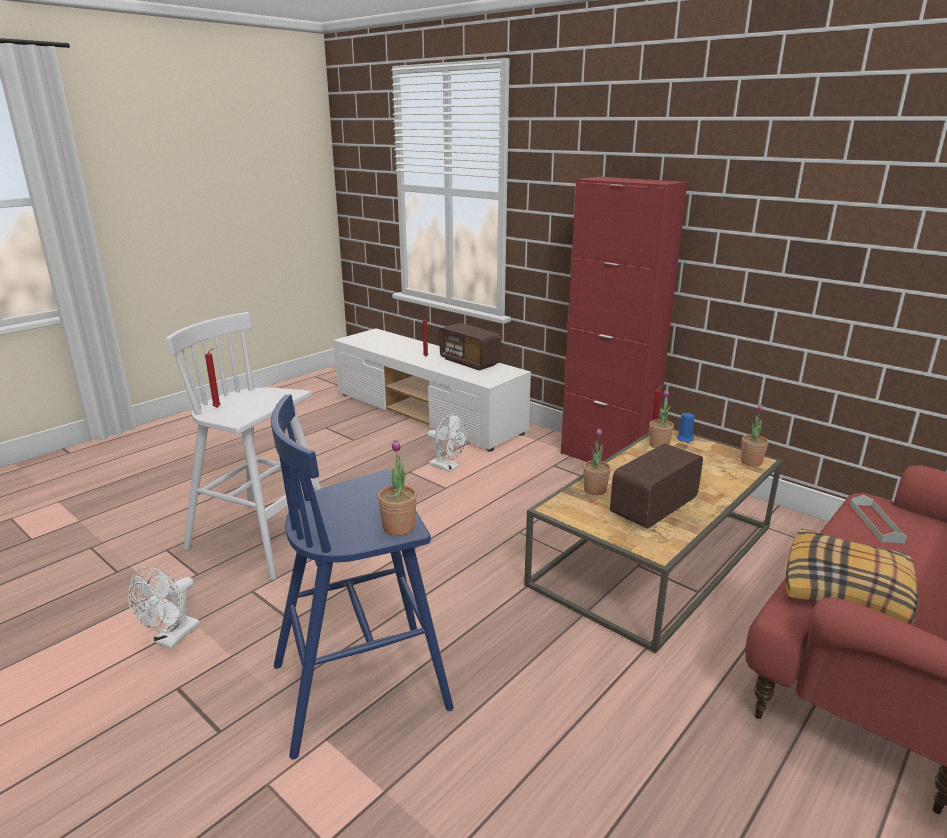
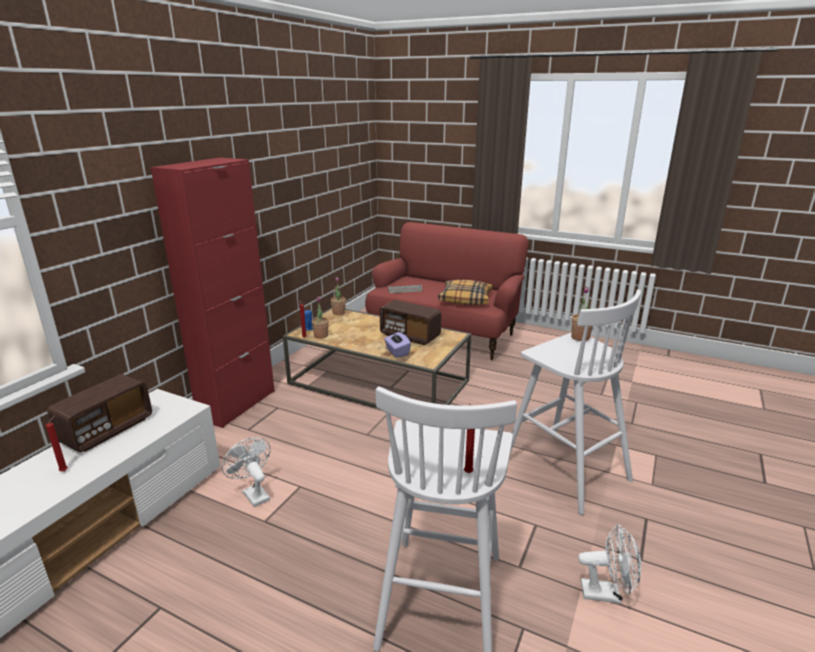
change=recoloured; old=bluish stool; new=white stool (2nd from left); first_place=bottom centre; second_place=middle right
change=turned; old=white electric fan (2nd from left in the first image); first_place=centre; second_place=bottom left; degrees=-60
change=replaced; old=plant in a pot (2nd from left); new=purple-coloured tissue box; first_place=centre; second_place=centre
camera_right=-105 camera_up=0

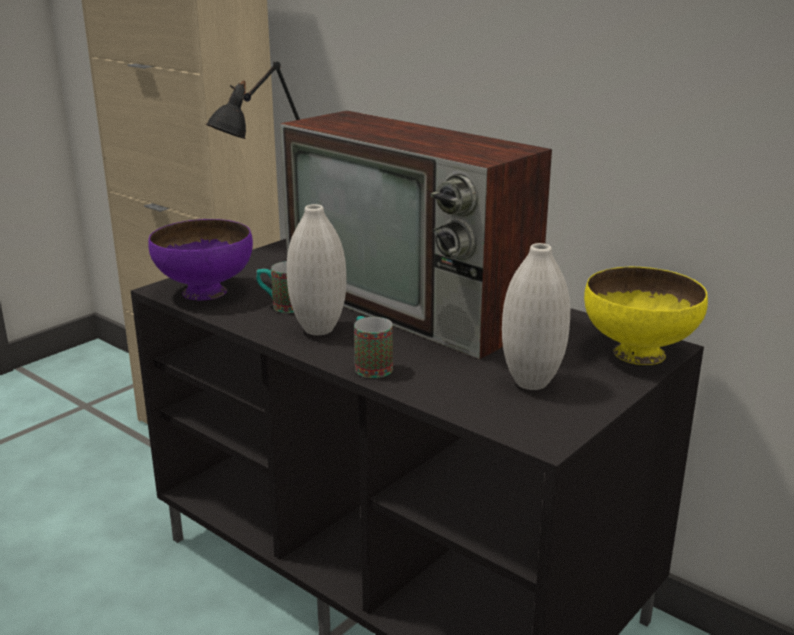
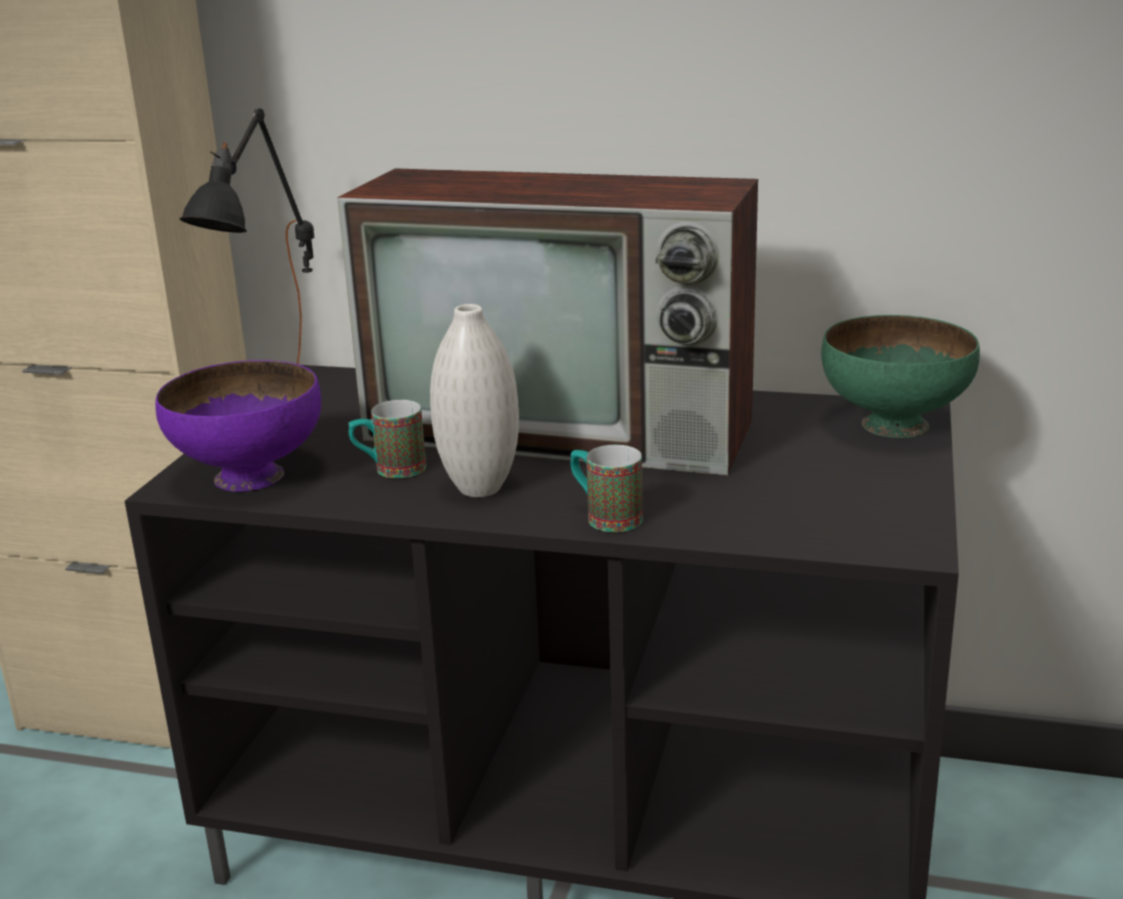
change=removed; old=white flower vase (2nd from left); first_place=middle right
change=recoloured; old=yellow bowl; new=green bowl; first_place=middle right; second_place=middle right
camera_right=-25 camera_up=0

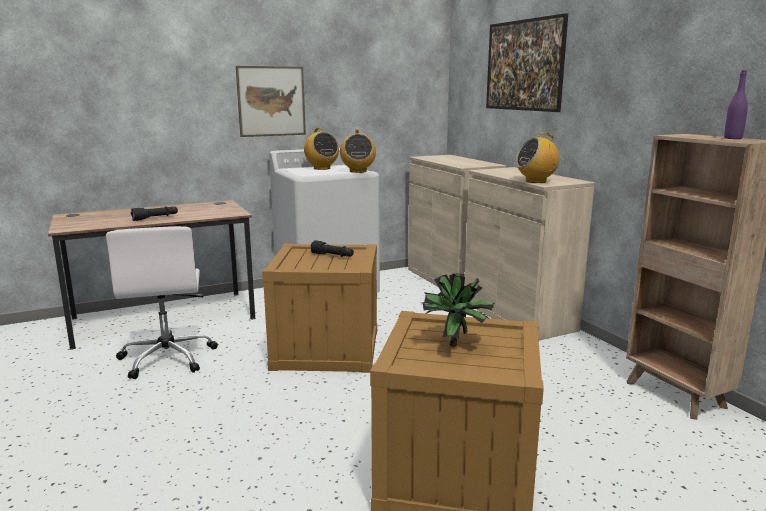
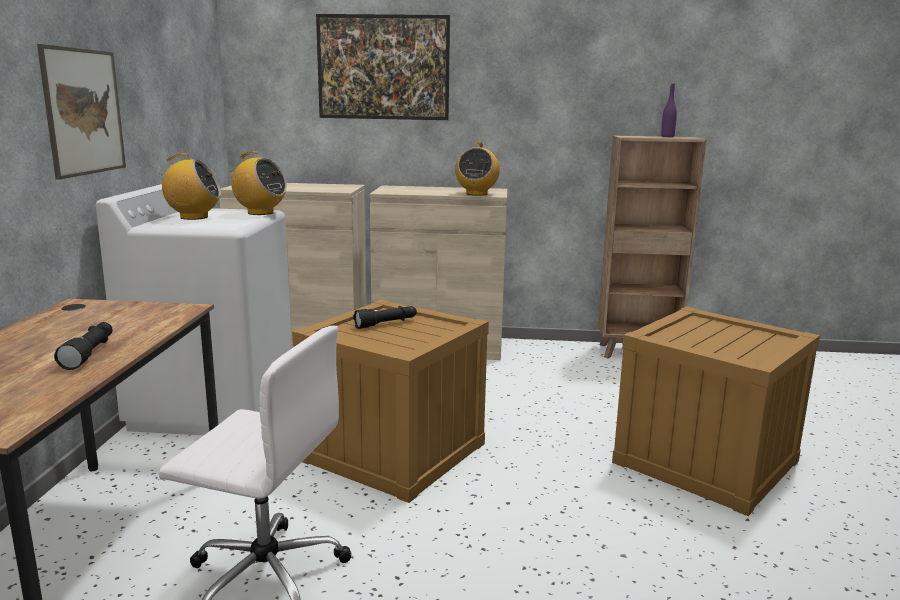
change=removed; old=plant in a pot; first_place=centre
camera_right=-60 camera_up=0

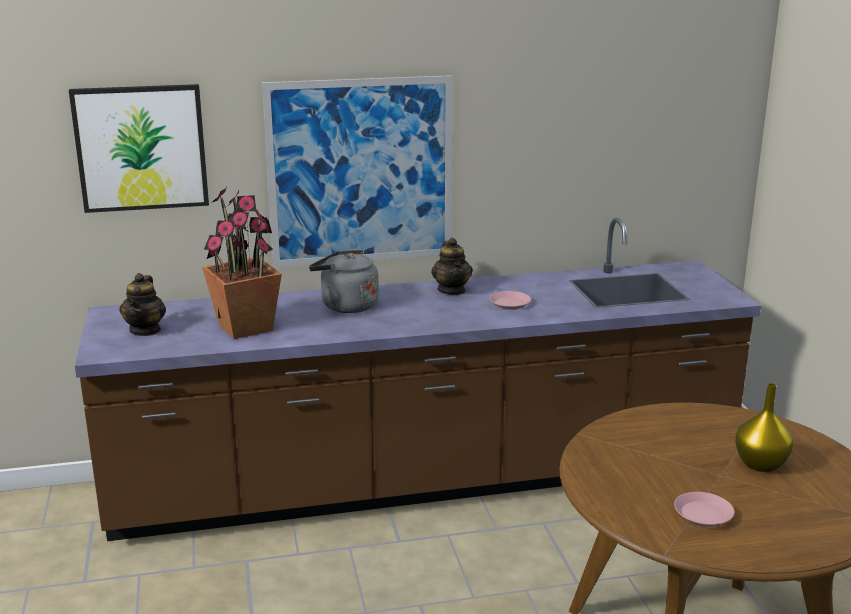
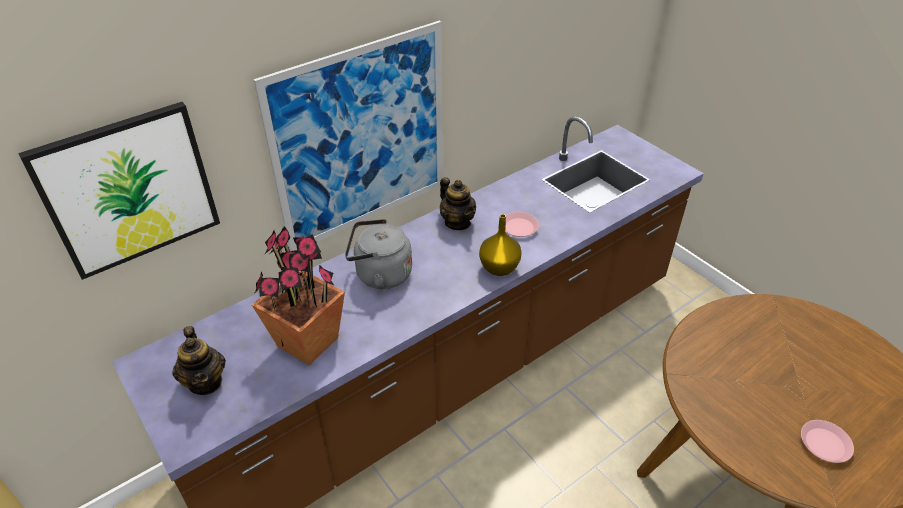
change=moved; old=yellow flower vase; first_place=bottom right; second_place=centre
camera_right=-25 camera_up=20

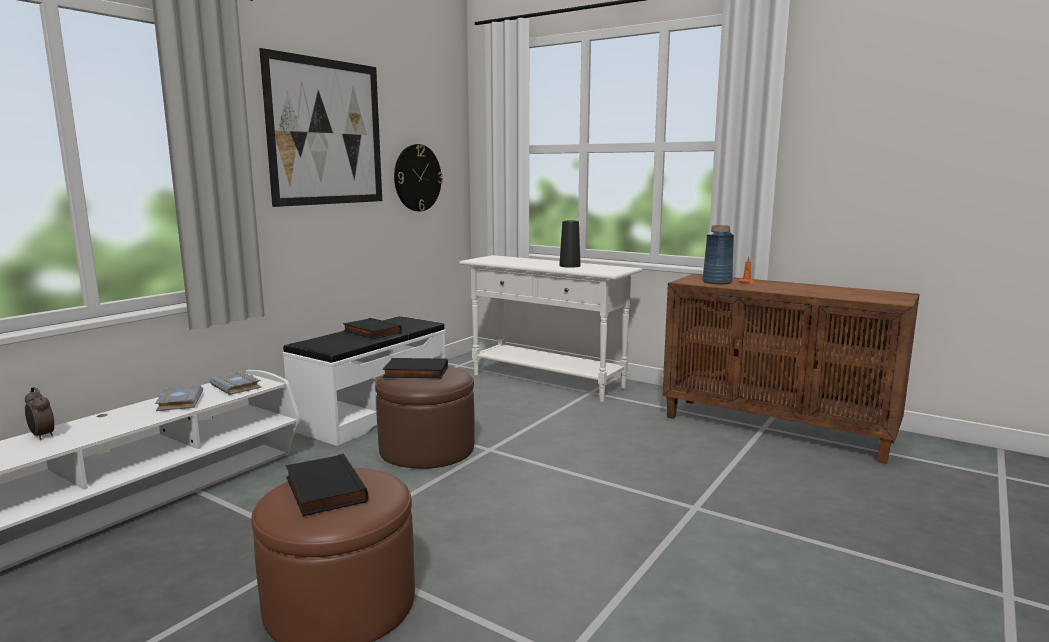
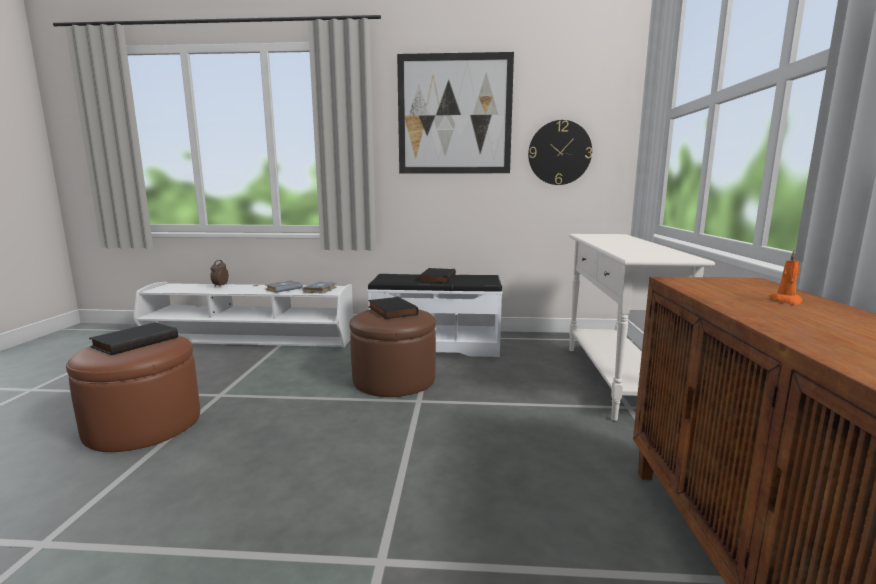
change=removed; old=black flower vase; first_place=centre
change=removed; old=bluish flower vase; first_place=middle right
camera_right=60 camera_up=0

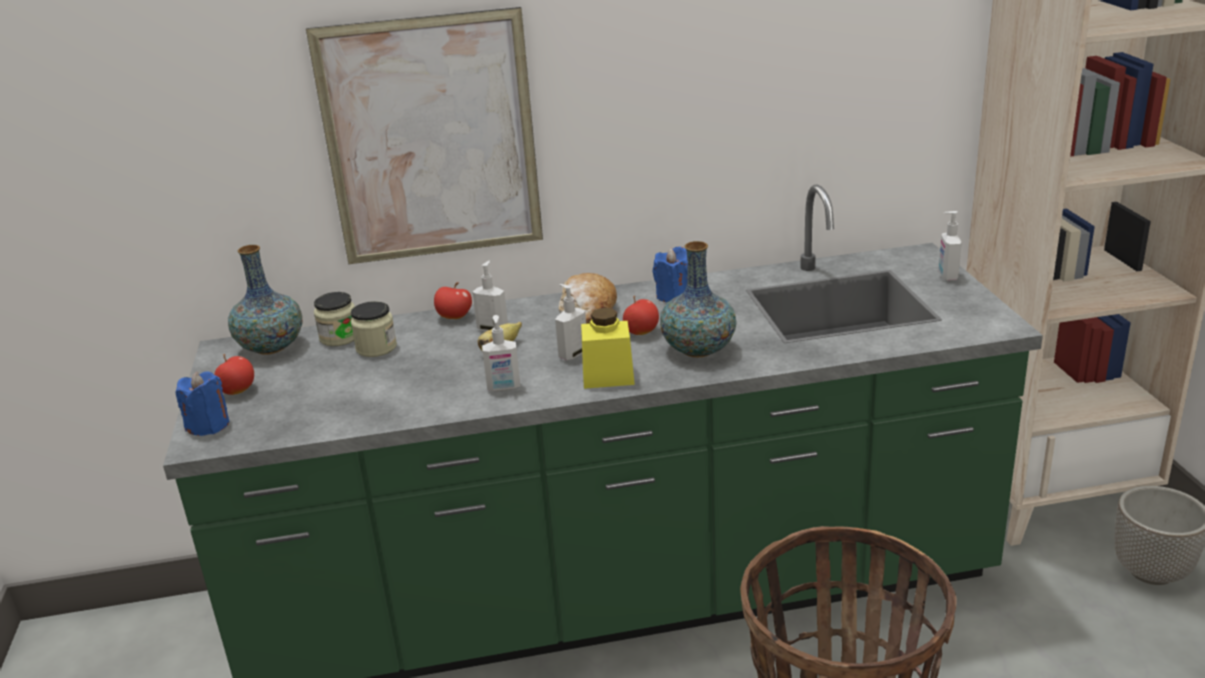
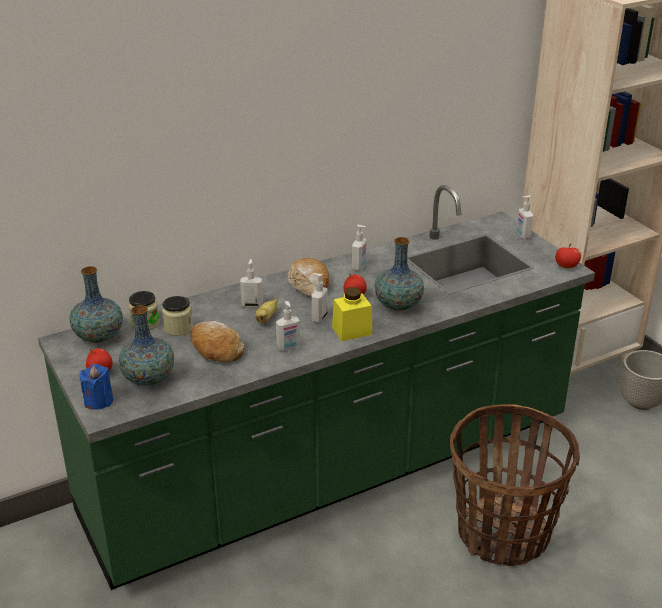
change=removed; old=wall picture; first_place=top centre
change=moved; old=apple (2nd from left in the first image); new=apple (3rd from left); first_place=centre; second_place=middle right
change=replaced; old=bluish candle (2nd from left); new=liquid soap bottle (4th from left); first_place=centre; second_place=centre
change=added; new=flower vase (2nd from left); second_place=middle left
change=added; new=bread (1st from left); second_place=middle left
camera_right=-20 camera_up=5

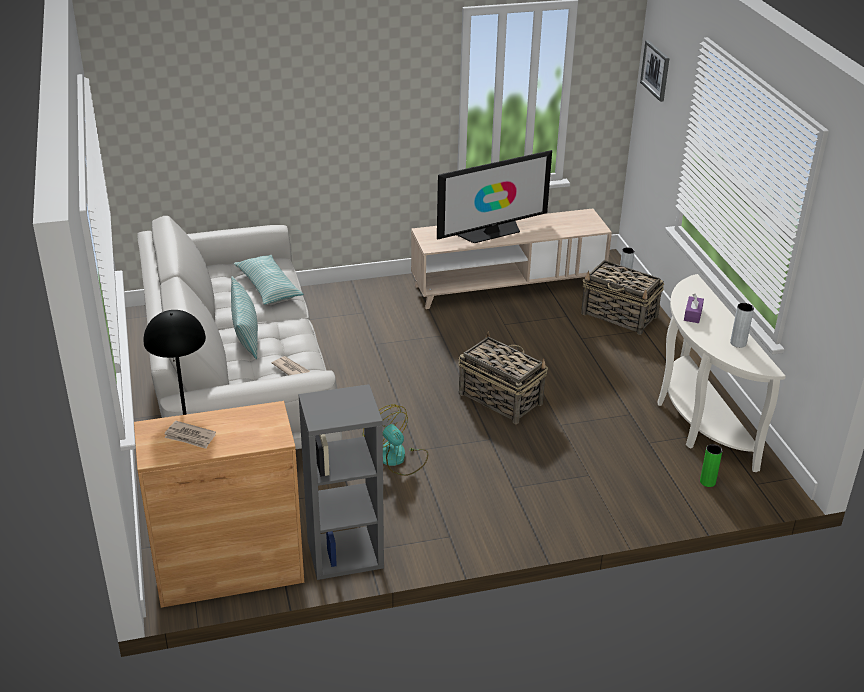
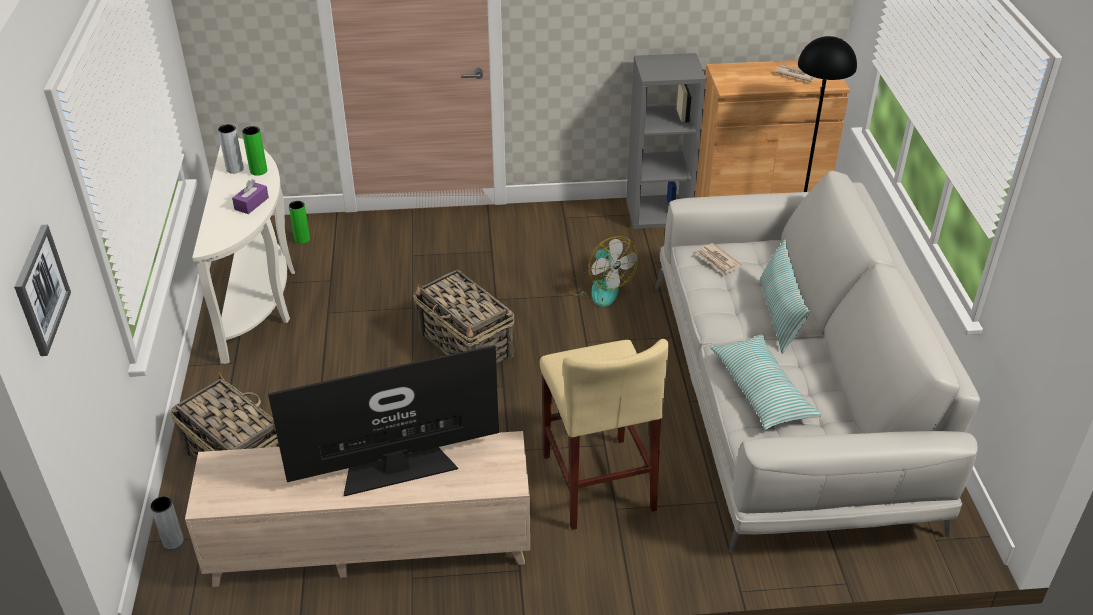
change=added; new=green flower vase (1st from left); second_place=top left
change=added; new=beige-coloured stool; second_place=bottom centre
camera_right=-170 camera_up=5

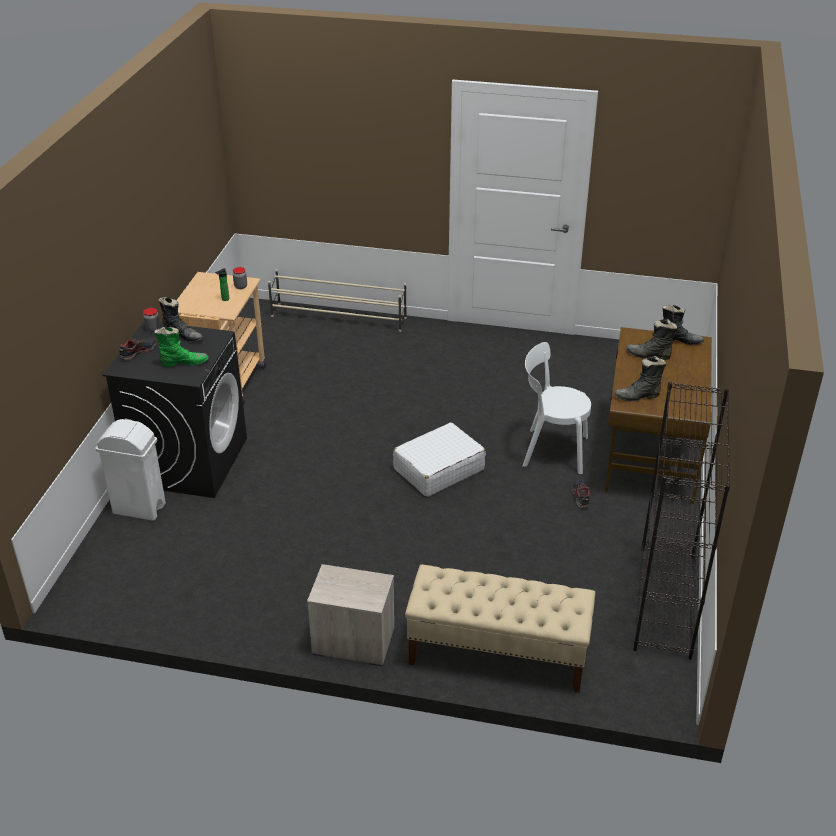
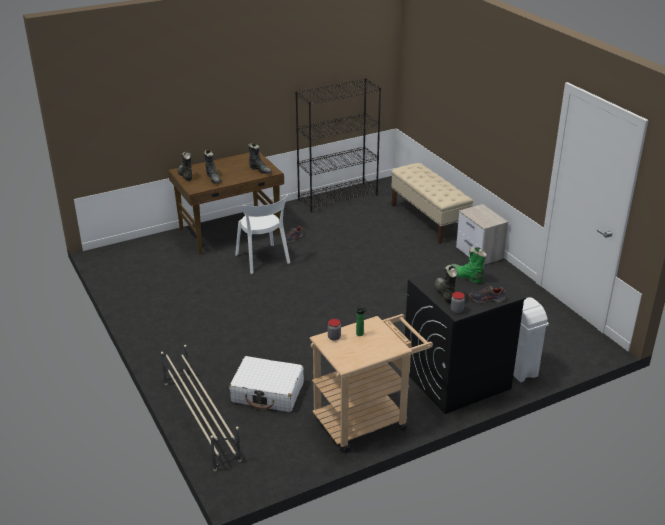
change=moved; old=white travel case; first_place=centre; second_place=bottom centre
camera_right=-130 camera_up=-5

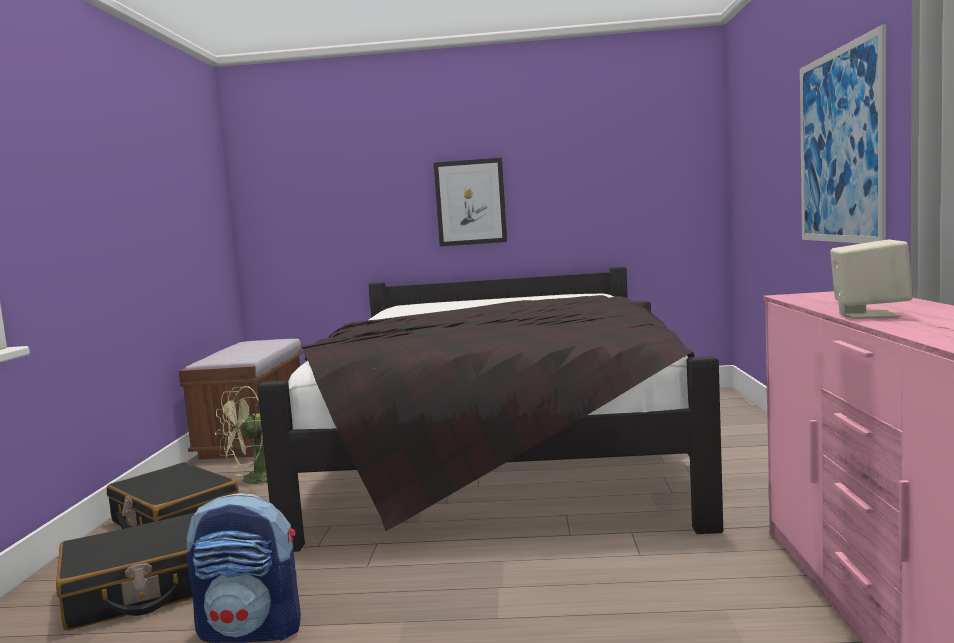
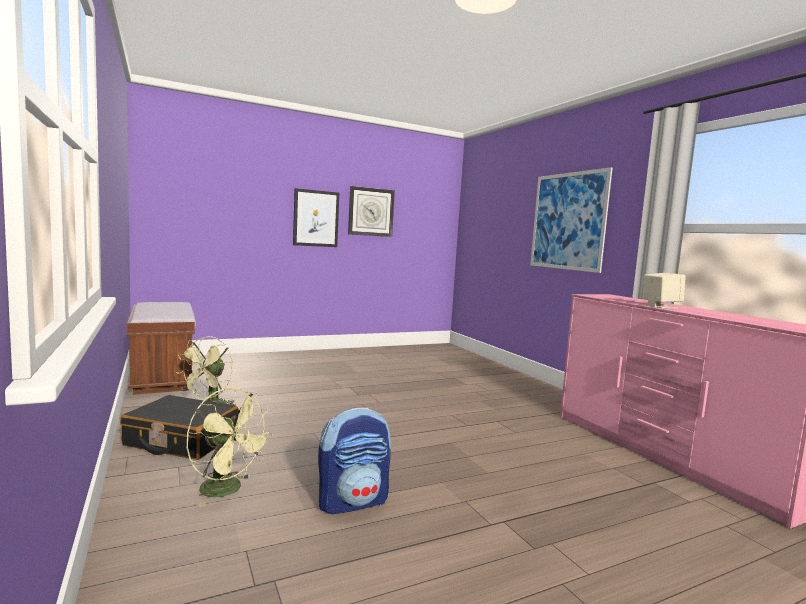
change=replaced; old=black travel case (1st from left); new=green electric fan (2nd from left); first_place=bottom left; second_place=bottom left
change=removed; old=black sleeping bed; first_place=centre
change=added; new=wall clock; second_place=centre
camera_right=-30 camera_up=0

